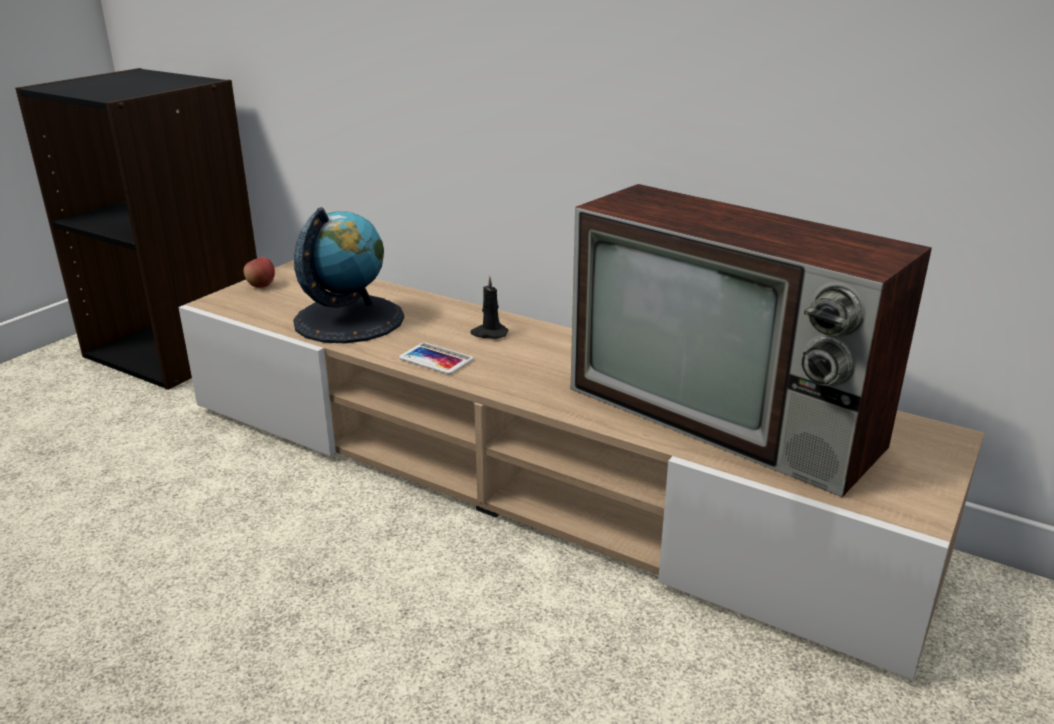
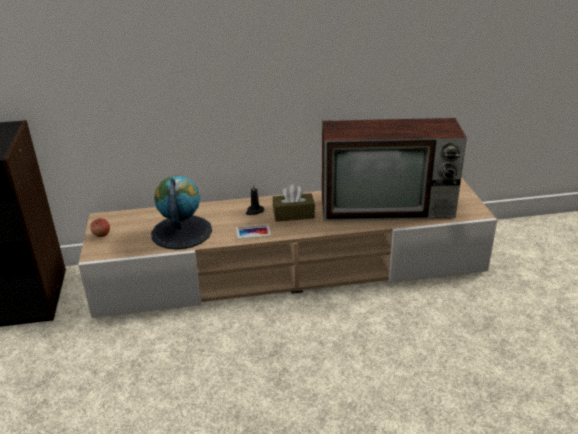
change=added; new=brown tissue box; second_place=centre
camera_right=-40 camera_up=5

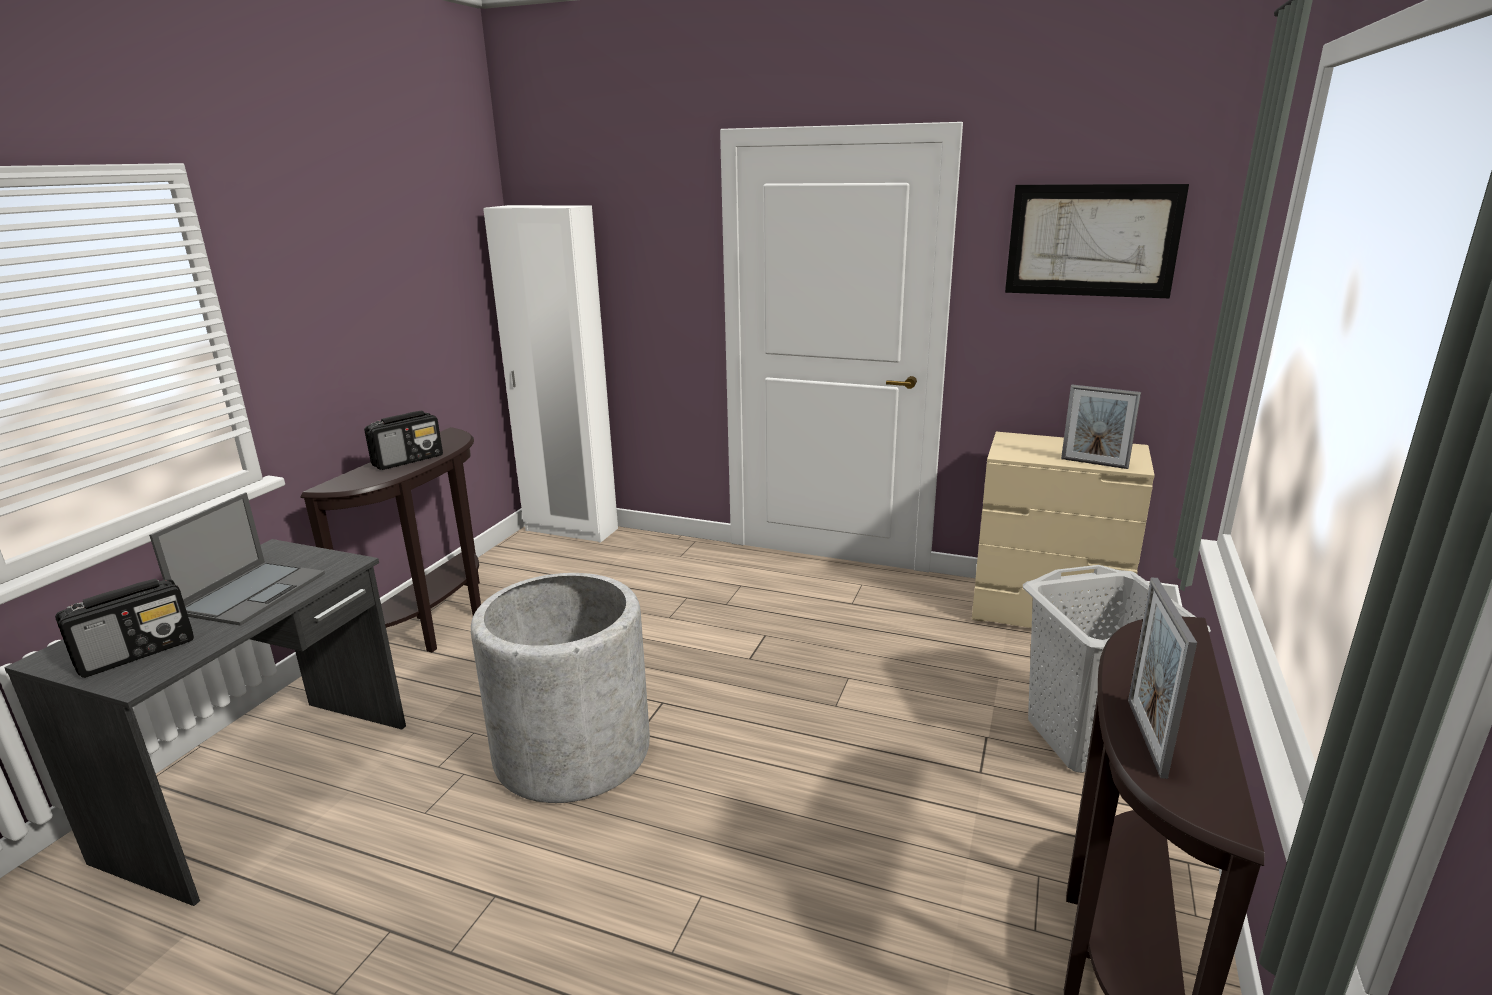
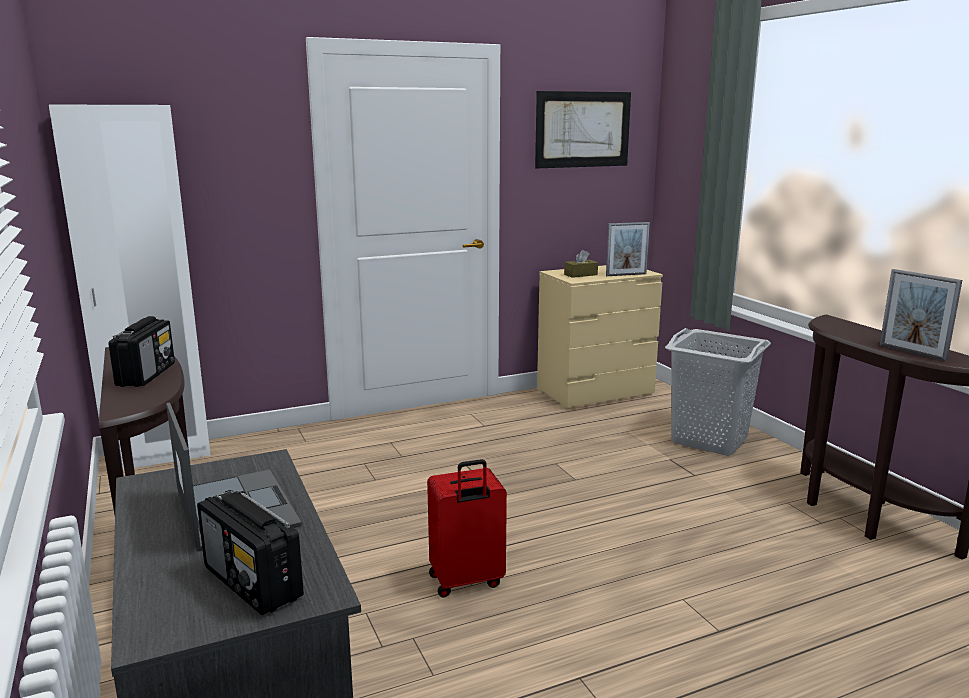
change=turned; old=radio set (1st from left in the first image); first_place=middle left; second_place=bottom left; degrees=135
change=replaced; old=gray planter; new=red travel case; first_place=bottom centre; second_place=bottom centre
change=added; new=brown tissue box; second_place=centre
camera_right=-45 camera_up=-5

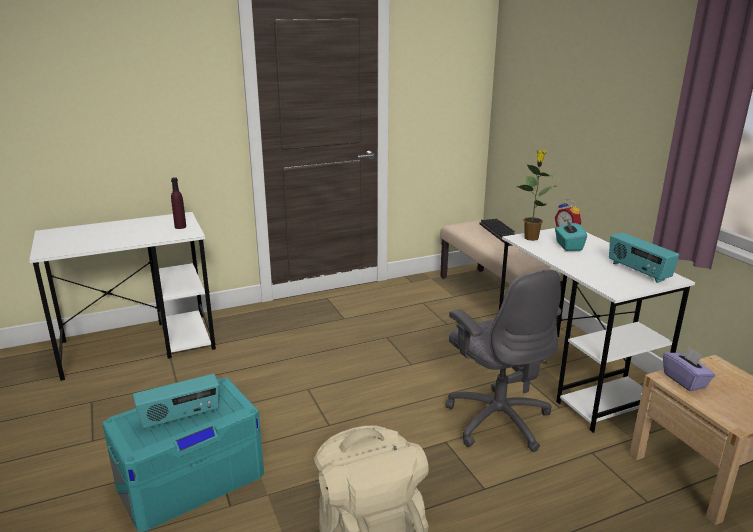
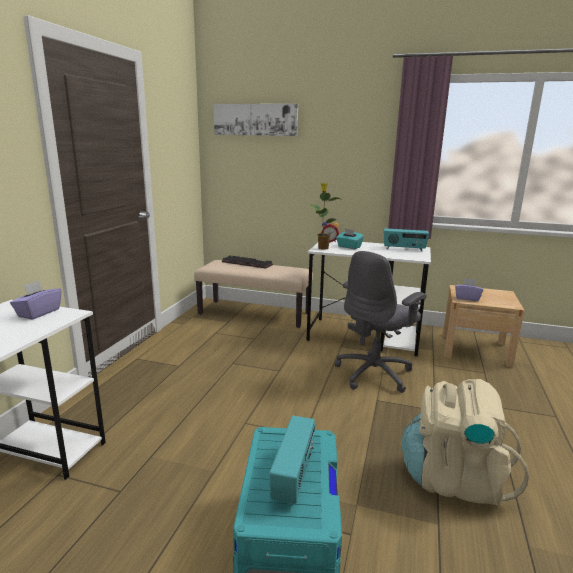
change=replaced; old=purple-coloured drink bottle; new=purple-coloured tissue box (1st from left); first_place=middle left; second_place=middle left
change=turned; old=gray desk chair; first_place=bottom right; second_place=centre; degrees=120
change=added; new=wall picture; second_place=top centre
camera_right=-50 camera_up=-5

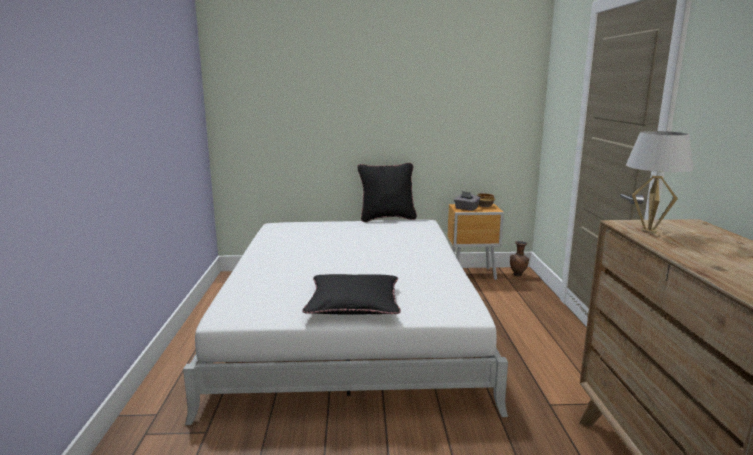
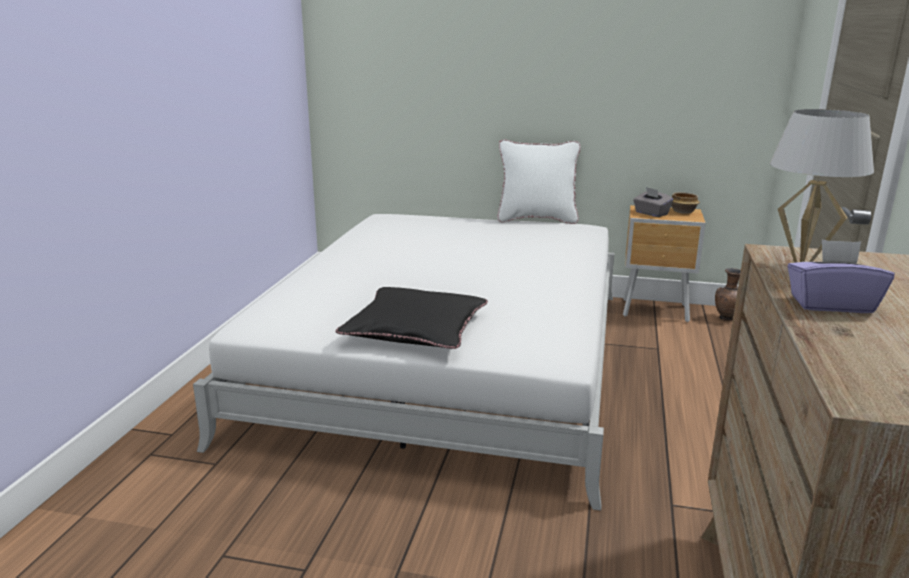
change=recoloured; old=black cushion (2nd from left); new=white cushion; first_place=centre; second_place=top centre
change=added; new=purple-coloured tissue box; second_place=middle right
camera_right=15 camera_up=5

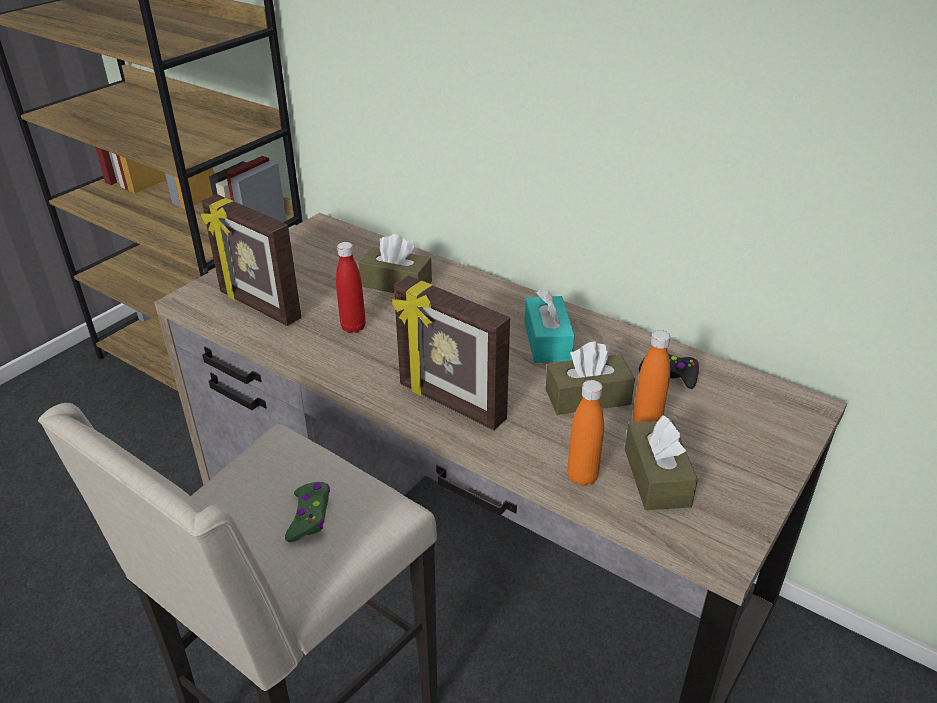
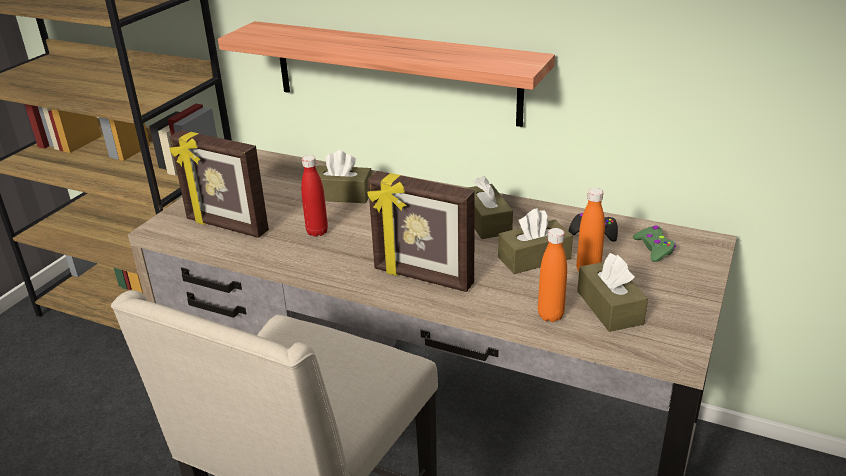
change=moved; old=green game controller; first_place=bottom left; second_place=middle right
change=recoloured; old=turquoise-coloured tissue box; new=brown tissue box (2nd from left); first_place=centre; second_place=centre
change=added; new=wall shelf; second_place=top centre
camera_right=-10 camera_up=-5

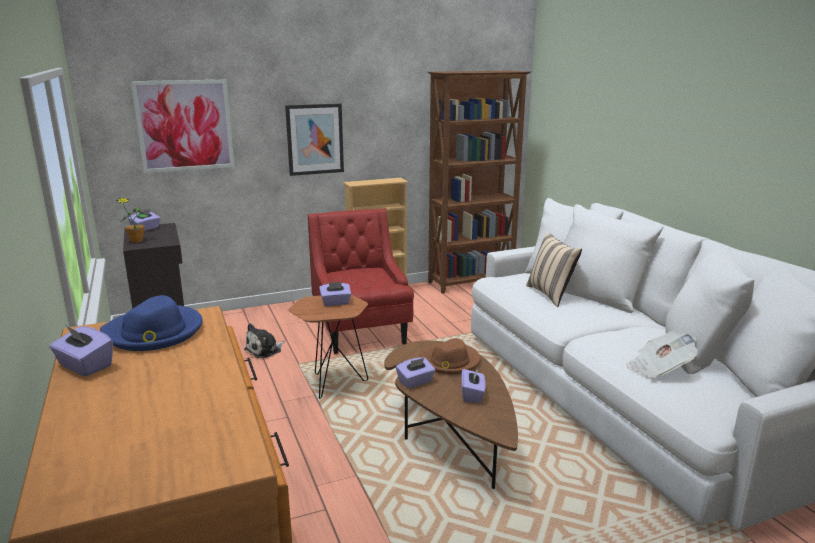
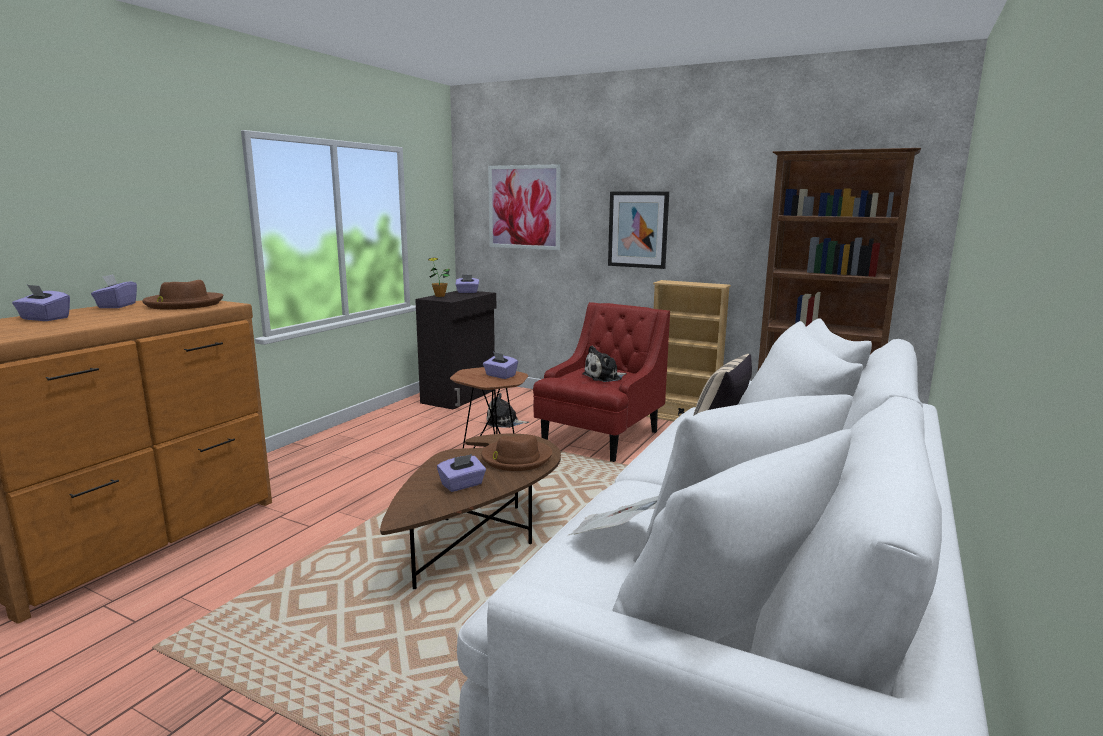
change=recoloured; old=bluish clothing hat; new=brown clothing hat (1st from left); first_place=middle left; second_place=middle left
change=moved; old=purple-coloured tissue box (4th from left in the first image); new=purple-coloured tissue box (1st from left); first_place=bottom centre; second_place=middle left
change=added; new=soft toy (2nd from left); second_place=centre
camera_right=50 camera_up=-5

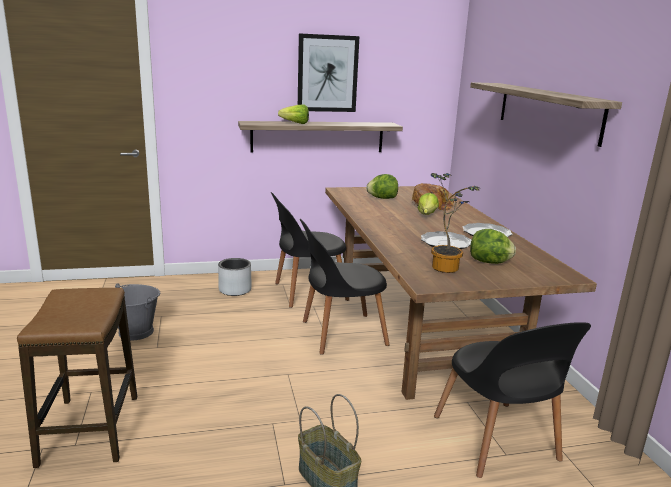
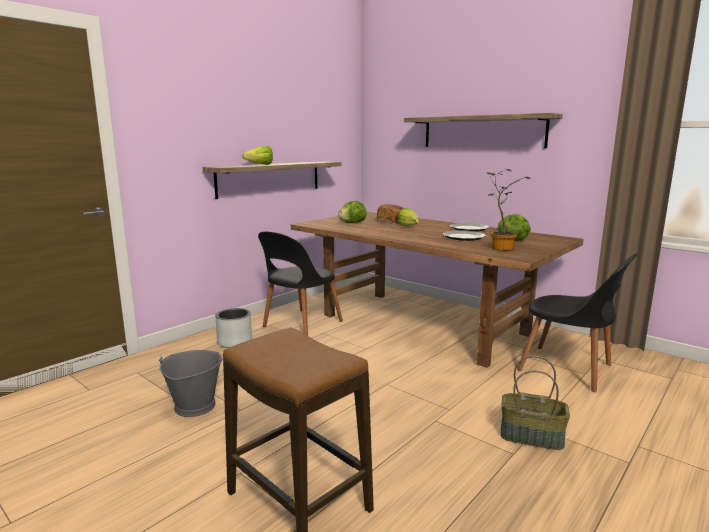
change=removed; old=wall picture; first_place=top centre
change=removed; old=black upright chair (2nd from left); first_place=centre
camera_right=-35 camera_up=-5

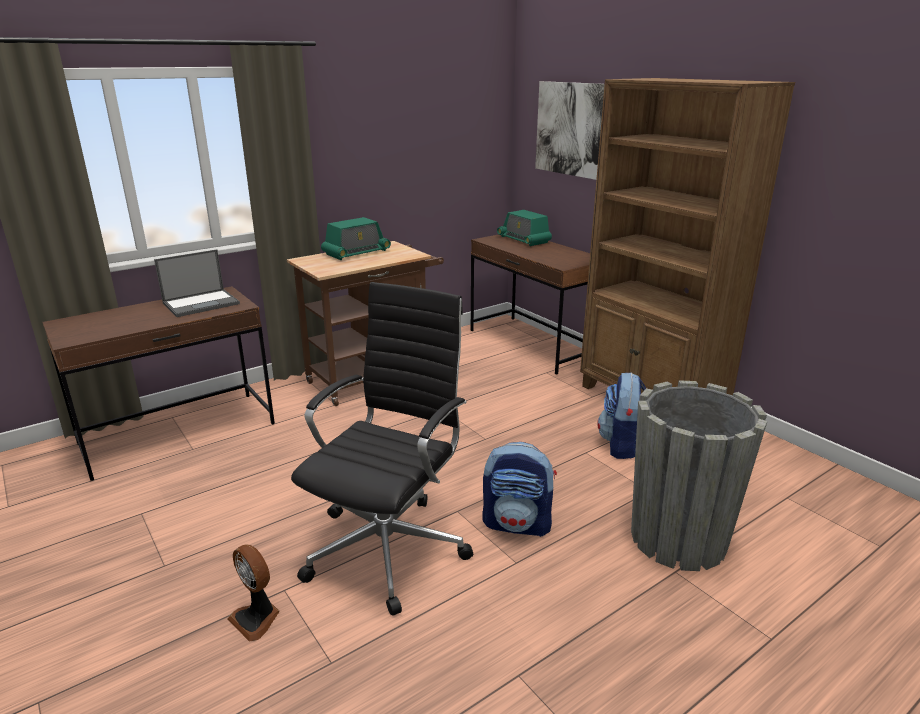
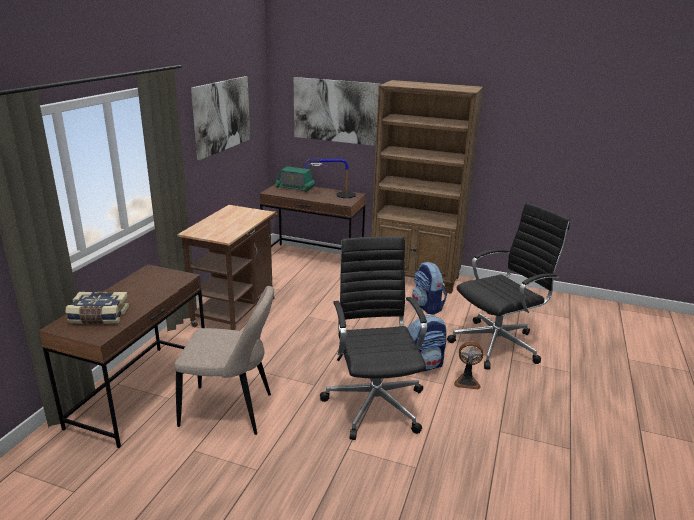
change=removed; old=portable computer; first_place=middle left
change=moved; old=electric fan; first_place=bottom left; second_place=bottom right
change=removed; old=radio set (1st from left); first_place=centre
change=replaced; old=gray planter; new=black desk chair (2nd from left); first_place=middle right; second_place=middle right
change=added; new=book; second_place=middle left
change=added; new=beige-coloured upright chair; second_place=bottom left
change=added; new=wall picture (1st from left); second_place=top left
change=added; new=tabletop lamp; second_place=centre
camera_right=-35 camera_up=0

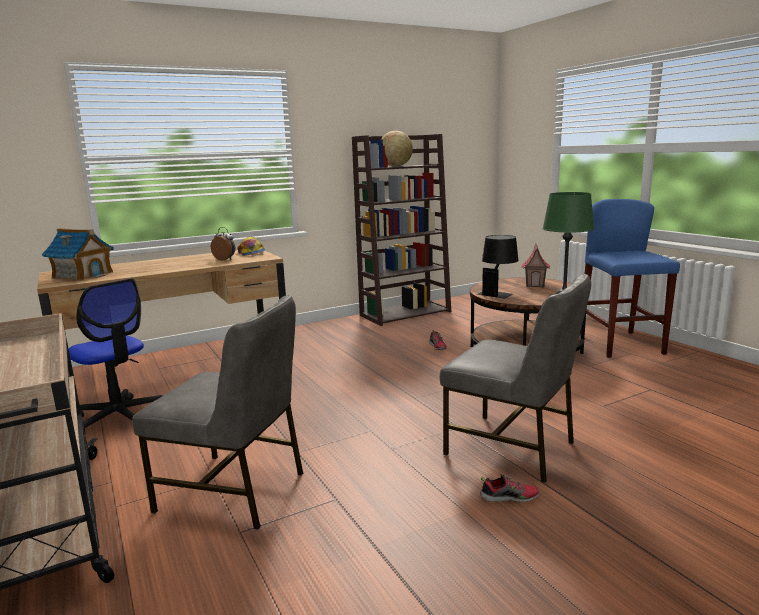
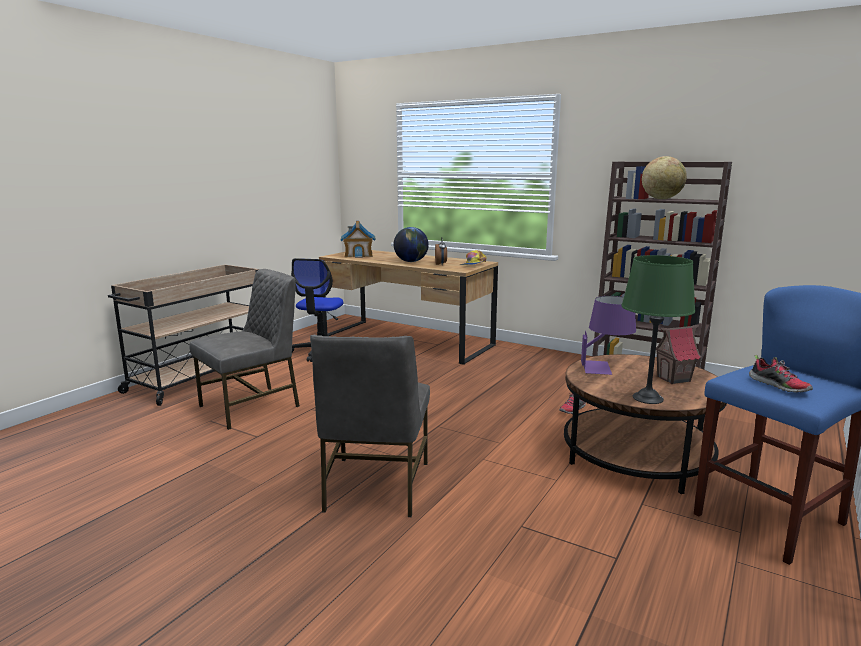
change=turned; old=gray upright chair (1st from left); first_place=bottom left; second_place=middle left; degrees=-120
change=recoloured; old=black tabletop lamp; new=purple-coloured tabletop lamp; first_place=centre; second_place=middle right
change=moved; old=shoe (2nd from left); first_place=bottom right; second_place=middle right
change=added; new=desk globe (1st from left); second_place=centre
camera_right=60 camera_up=0

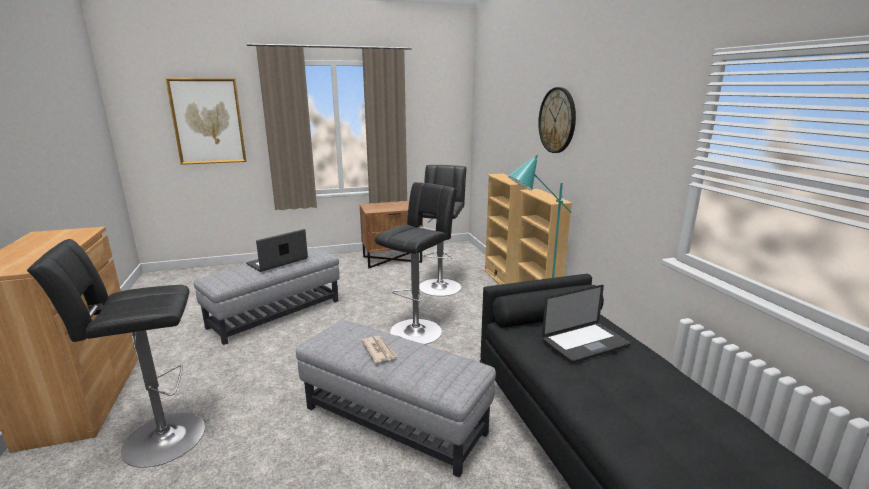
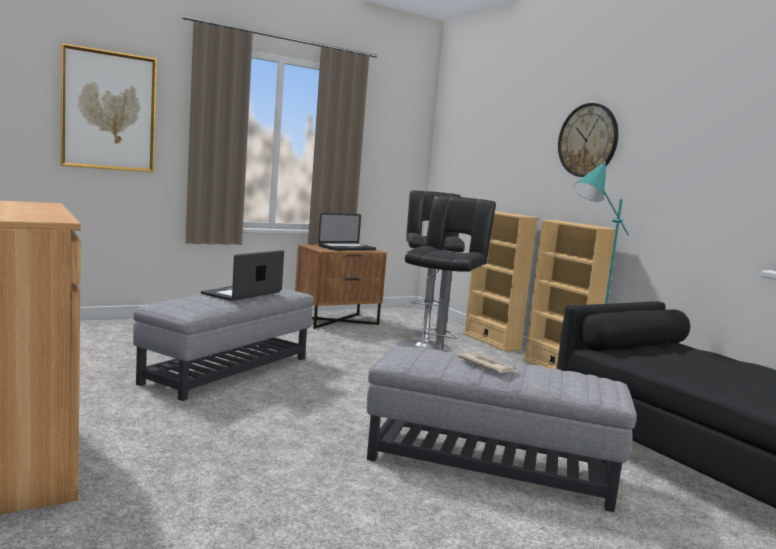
change=removed; old=black stool (1st from left); first_place=bottom left
change=moved; old=portable computer (2nd from left); first_place=middle right; second_place=centre
camera_right=-15 camera_up=-10

